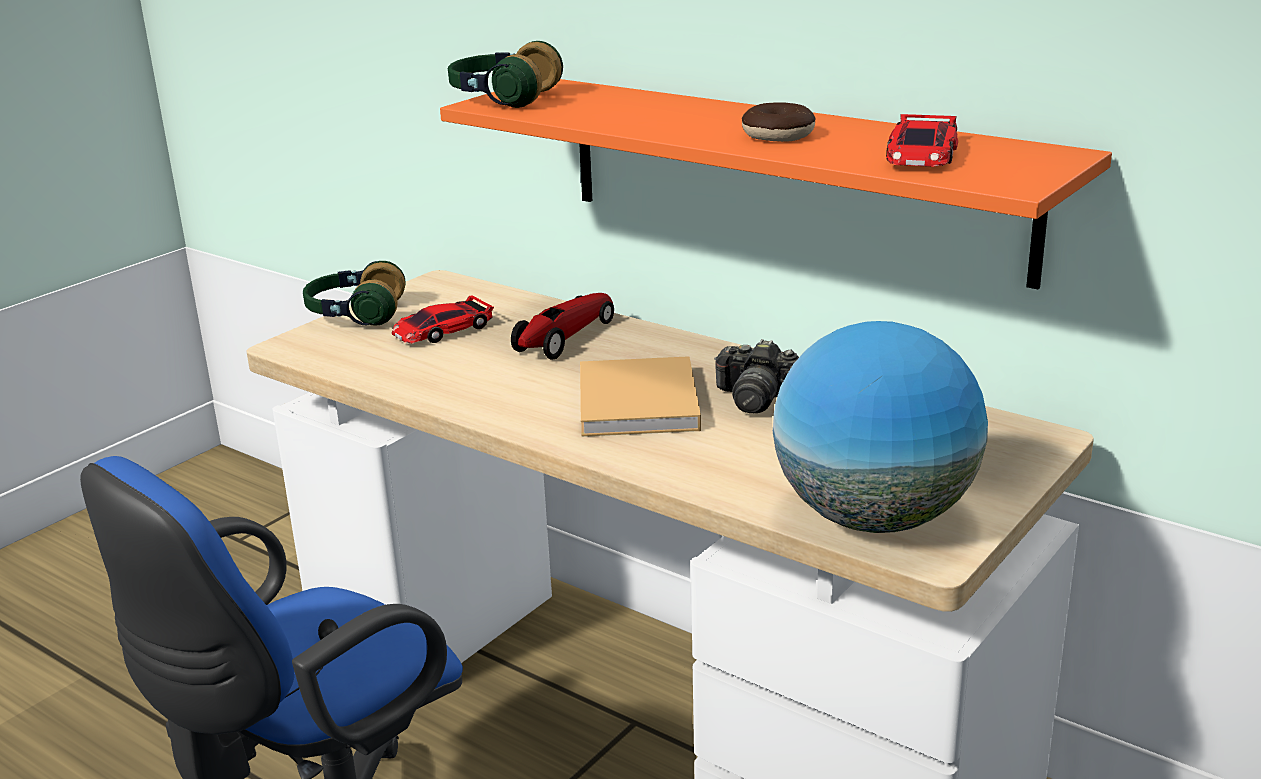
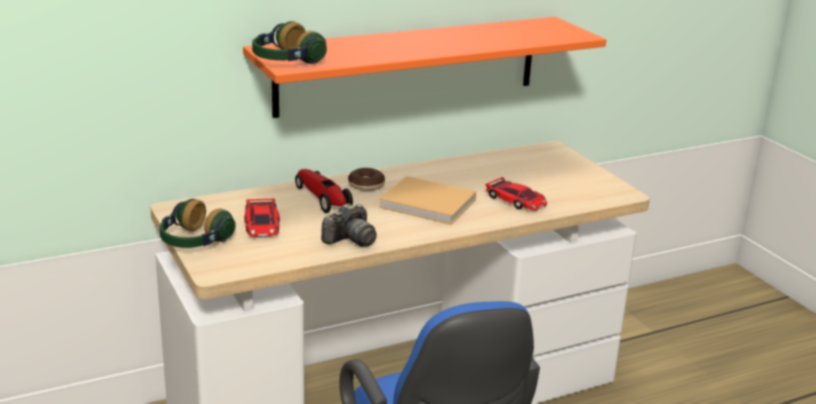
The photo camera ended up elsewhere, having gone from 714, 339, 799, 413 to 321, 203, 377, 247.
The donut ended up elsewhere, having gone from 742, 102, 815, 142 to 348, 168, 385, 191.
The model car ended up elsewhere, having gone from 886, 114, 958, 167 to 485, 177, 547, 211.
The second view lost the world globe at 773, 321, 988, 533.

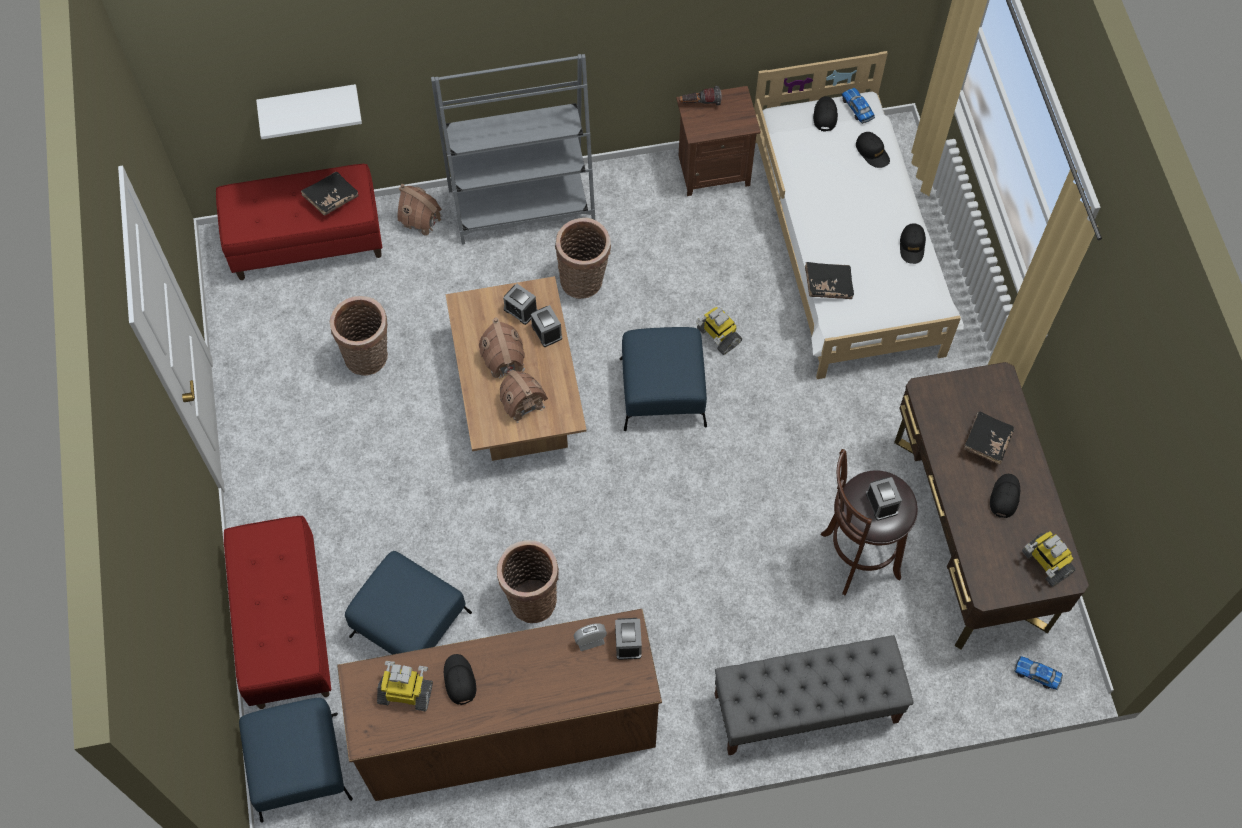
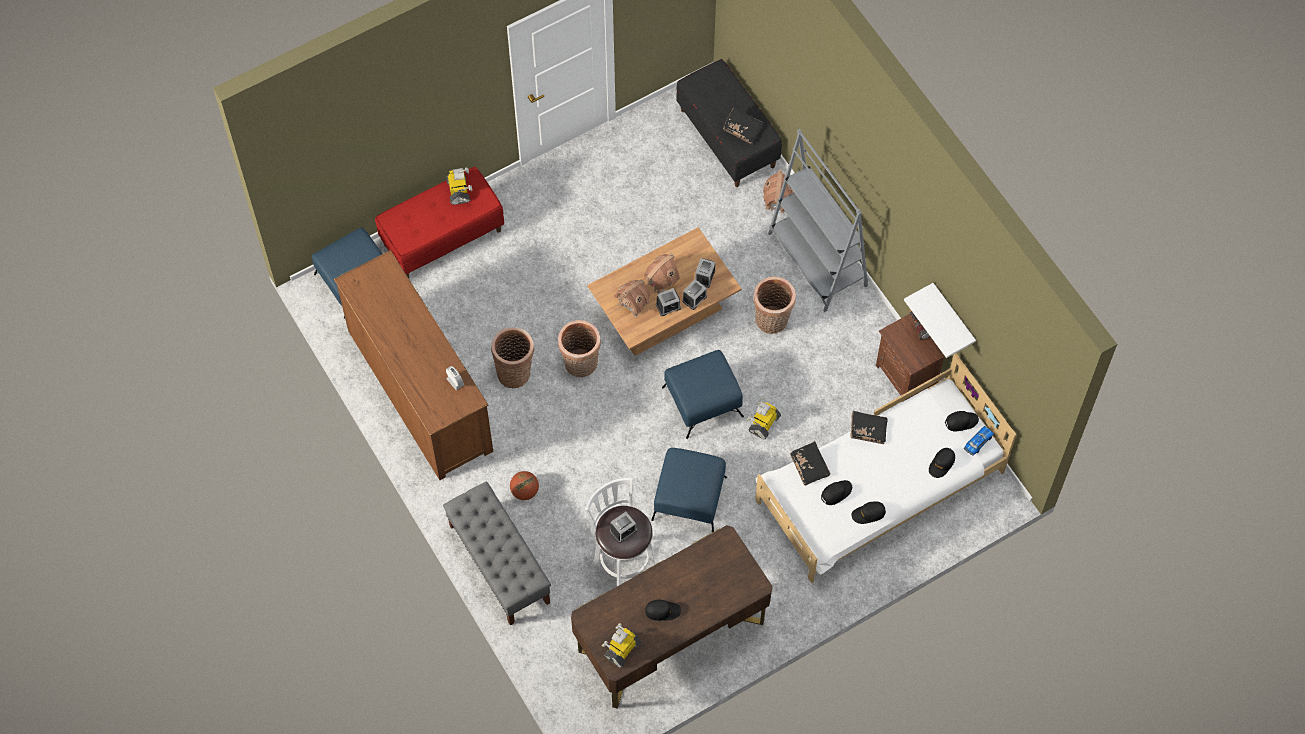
The toy robot ended up elsewhere, having gone from 377, 661, 433, 712 to 446, 167, 472, 205.
The second view gained the basketball at 510, 471, 539, 500.
The storage basket ended up elsewhere, having gone from 330, 296, 388, 376 to 558, 320, 601, 377.
What was the brown stool seat at 820, 449, 918, 596 turned into the whitish stool seat at 585, 478, 655, 586.
The blue footrest ended up elsewhere, having gone from 345, 551, 472, 655 to 651, 448, 727, 532.
The table clock ended up elsewhere, having gone from 615, 618, 642, 660 to 656, 288, 681, 316.
What was the reddish indoor bench at 216, 164, 382, 280 turned into the black indoor bench at 677, 59, 782, 187.
The black peaked cap ended up elsewhere, having gone from 444, 654, 476, 705 to 821, 480, 852, 505.
The black book ended up elsewhere, having gone from 964, 411, 1014, 465 to 850, 411, 888, 444.
The whitish bracket shelf ended up elsewhere, having gone from 256, 84, 362, 139 to 904, 283, 976, 358.
The second view lost the model car at 1014, 656, 1063, 690.

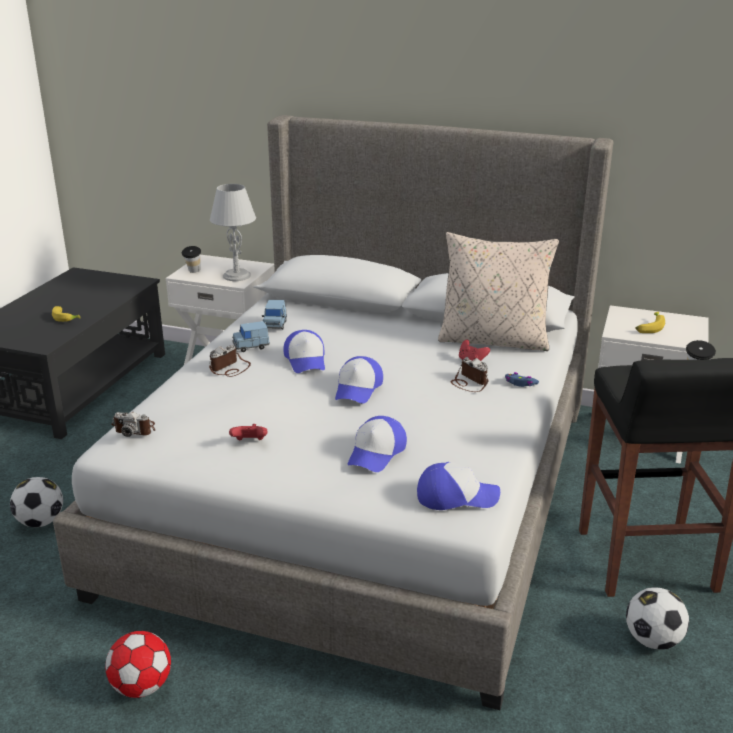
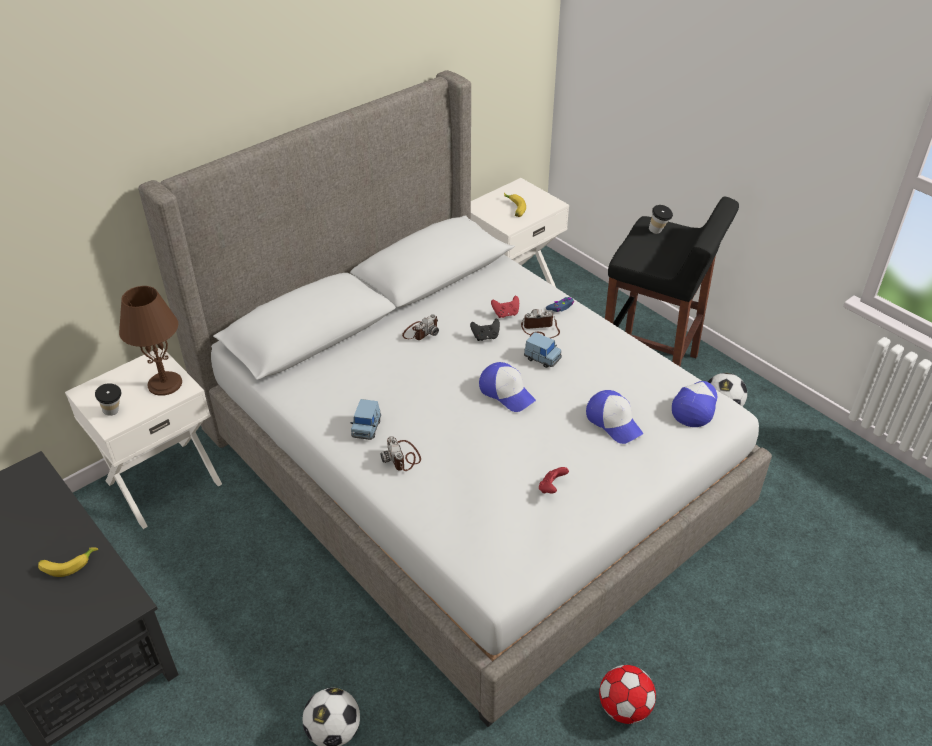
What was the grey lamp for a table at 210, 184, 256, 281 turned into the brown lamp for a table at 119, 286, 182, 396.
The photo camera ended up elsewhere, having gone from 111, 412, 155, 437 to 402, 314, 439, 340.
The second view gained the black joypad at 470, 319, 500, 341.
The blue model car ended up elsewhere, having gone from 262, 300, 287, 329 to 524, 332, 562, 368.
The second view lost the peaked cap at 283, 330, 325, 373.
The second view lost the sand-coloured cushion at 438, 232, 559, 351.

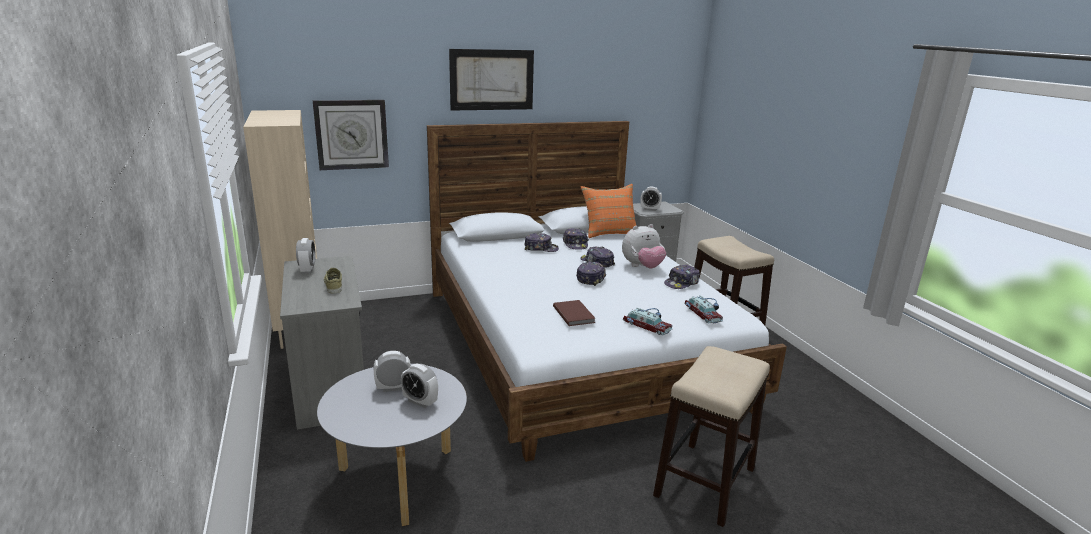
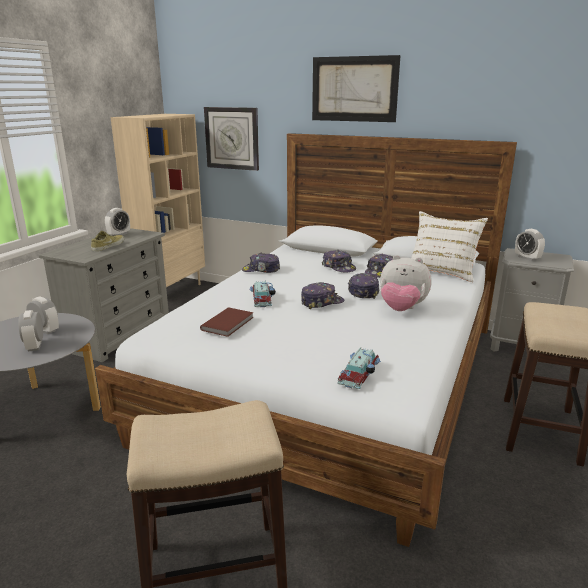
The peaked cap ended up elsewhere, having gone from 664, 265, 700, 289 to 242, 253, 280, 273.
The model car ended up elsewhere, having gone from 622, 308, 673, 335 to 250, 281, 276, 307.
What was the orange-coloured cushion at 581, 184, 636, 238 turned into the whitish cushion at 411, 211, 488, 282.

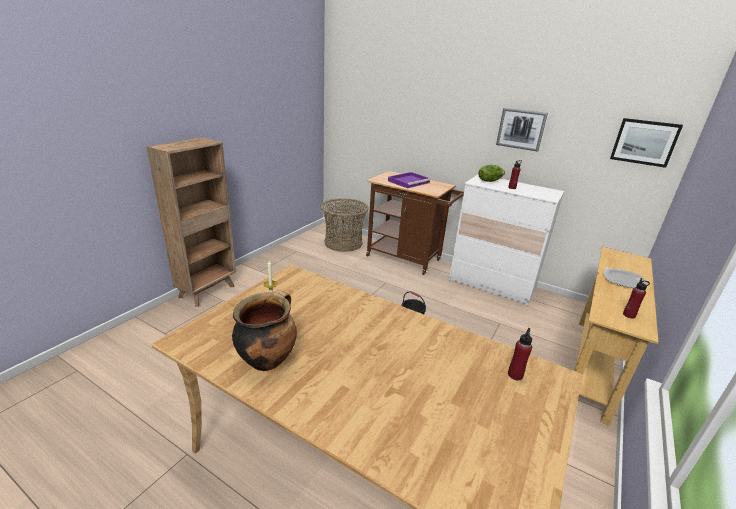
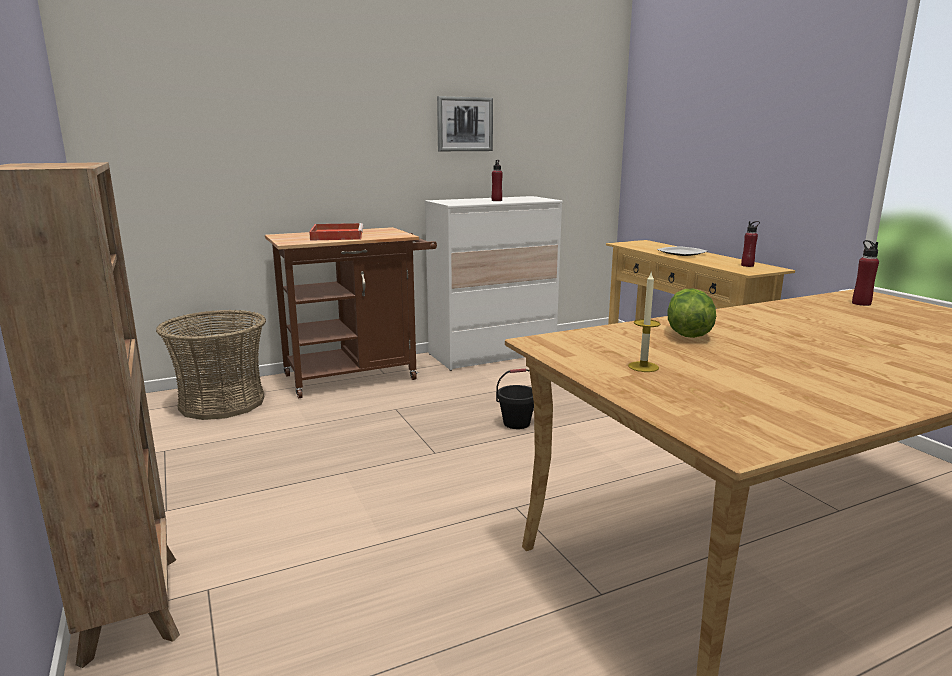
What was the purple carrying tray at 388, 172, 431, 188 turned into the reddish carrying tray at 309, 223, 363, 241.
The head of lettuce ended up elsewhere, having gone from 478, 165, 505, 182 to 668, 288, 716, 338.
The second view lost the cooking pot at 232, 290, 297, 371.
The second view lost the wall picture at 610, 118, 683, 168.

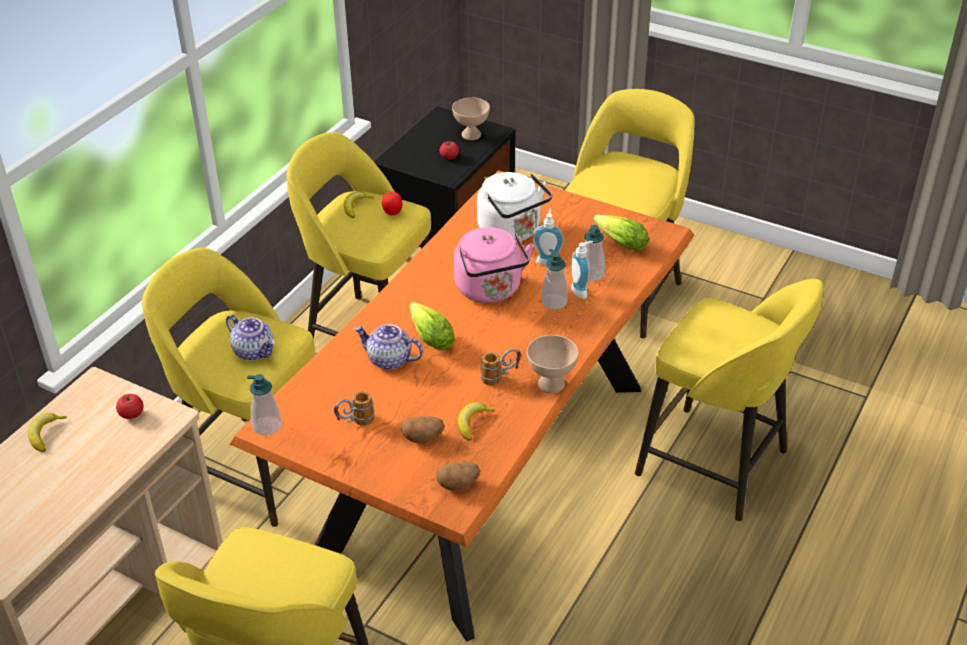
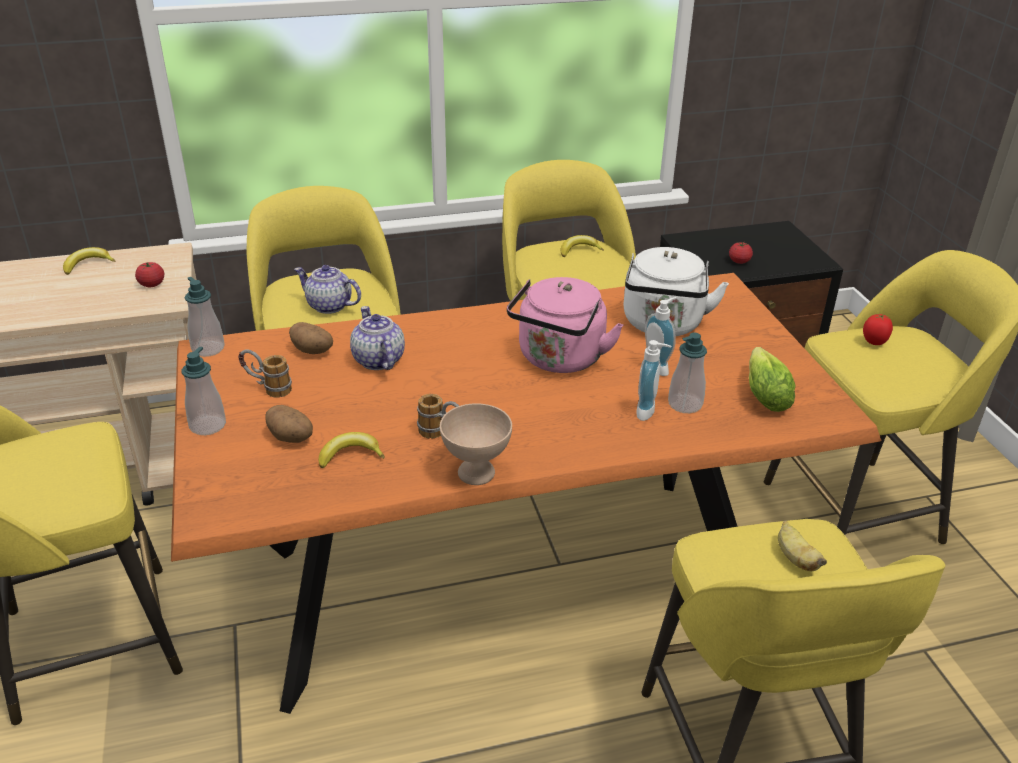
The liquid soap bottle ended up elsewhere, having gone from 542, 249, 568, 310 to 181, 347, 226, 435.
The whole potato ended up elsewhere, having gone from 436, 462, 481, 491 to 289, 322, 333, 354.
The teapot at 226, 315, 275, 361 ended up facing another way, 120 degrees clockwise from before.
The second view gained the banana fruit at 778, 521, 827, 571.
The tomato ended up elsewhere, having gone from 382, 191, 403, 215 to 863, 314, 893, 345.
The second view lost the head of lettuce at 410, 302, 455, 350.
The second view lost the sand-coloured deep dish at 452, 97, 490, 140.

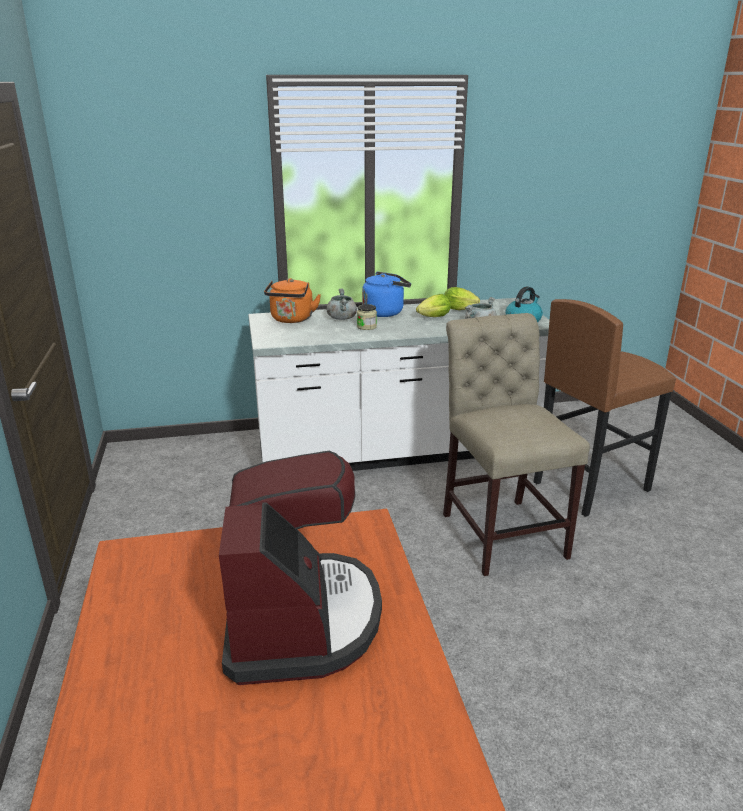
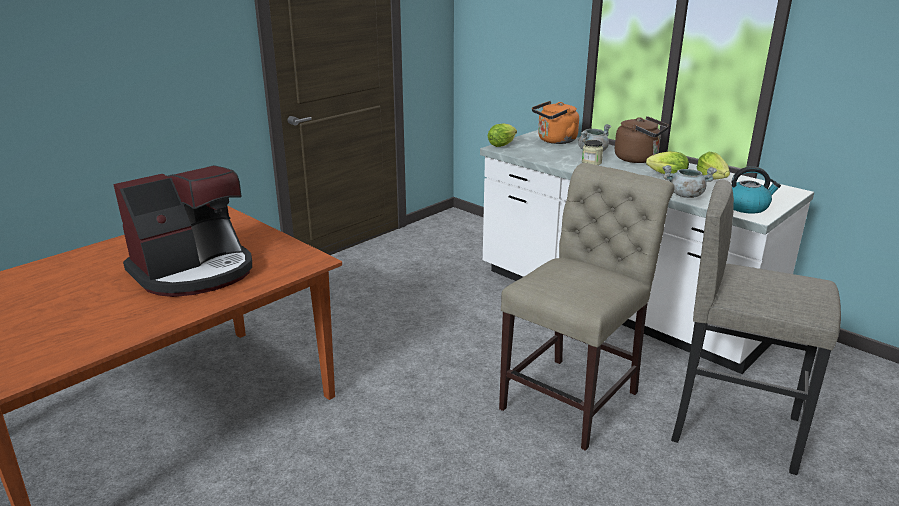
The second view gained the head of lettuce at 488, 123, 517, 147.
What was the blue water kettle at 362, 272, 411, 317 turned into the brown water kettle at 615, 116, 669, 163.
What was the brown stool seat at 533, 299, 676, 517 turned into the grey stool seat at 671, 180, 841, 475.

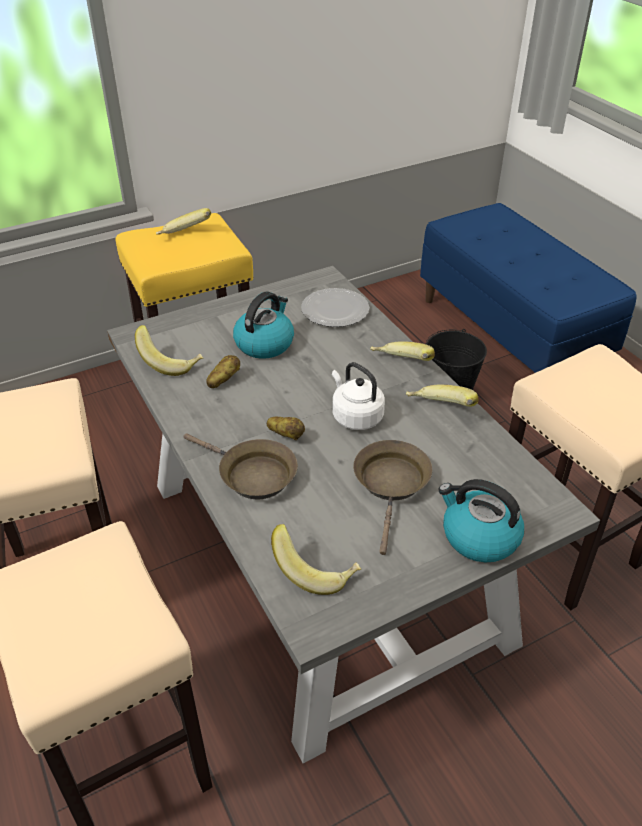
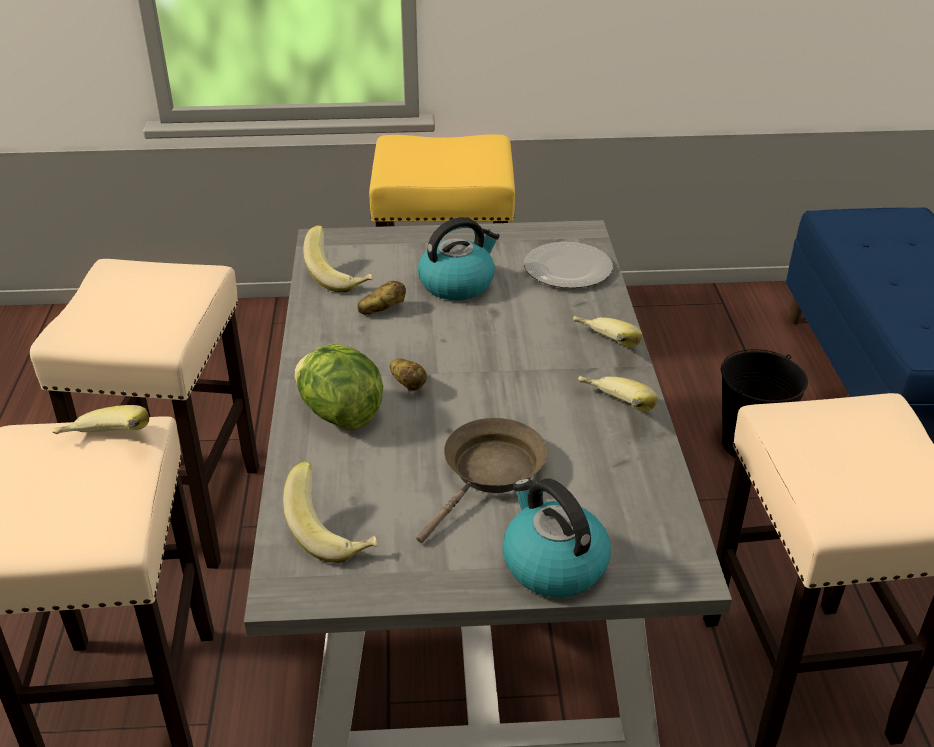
The banana fruit ended up elsewhere, having gone from 156, 208, 211, 235 to 52, 405, 149, 434.
Where the brown frying pan stood at 183, 433, 298, 499, the head of lettuce came to stand at 294, 344, 383, 430.
The second view lost the whitish water kettle at 332, 362, 385, 430.

